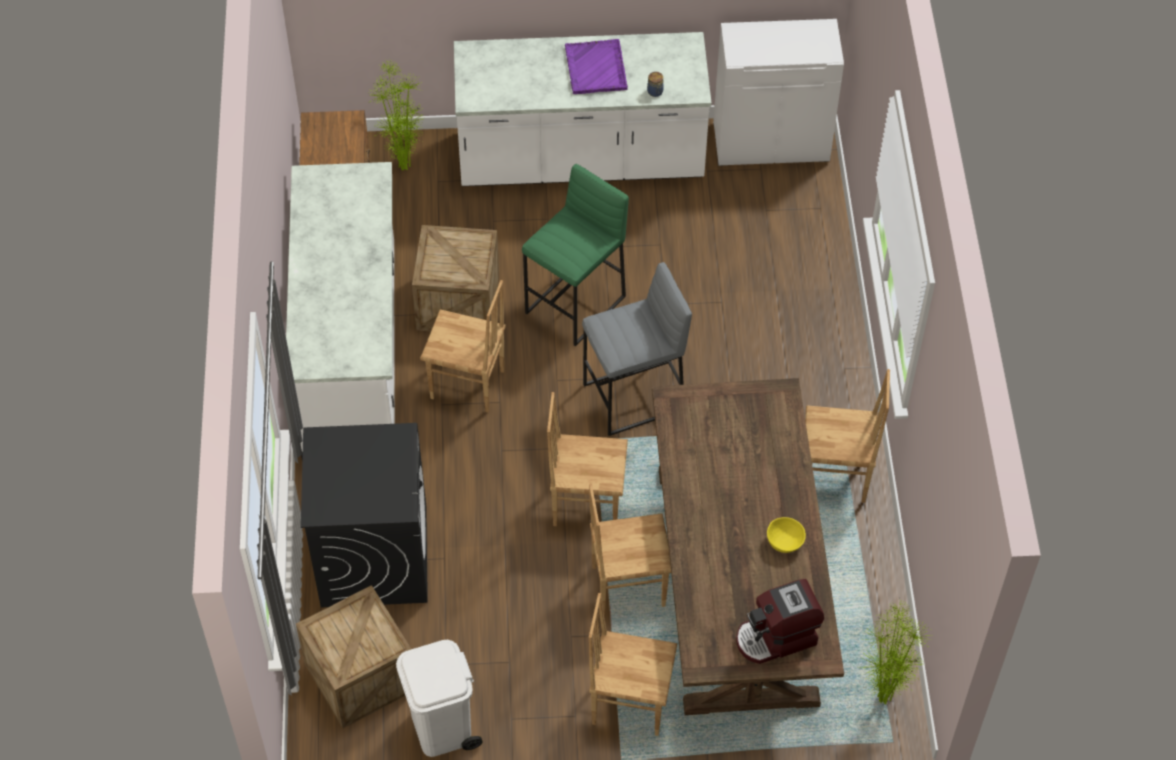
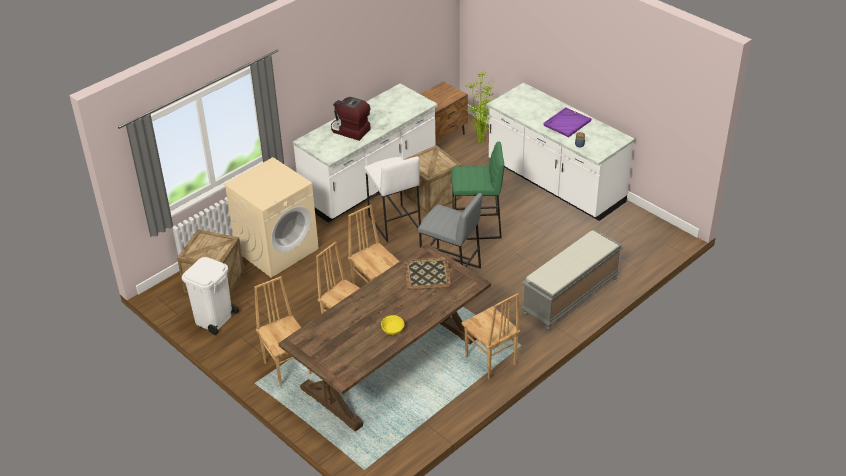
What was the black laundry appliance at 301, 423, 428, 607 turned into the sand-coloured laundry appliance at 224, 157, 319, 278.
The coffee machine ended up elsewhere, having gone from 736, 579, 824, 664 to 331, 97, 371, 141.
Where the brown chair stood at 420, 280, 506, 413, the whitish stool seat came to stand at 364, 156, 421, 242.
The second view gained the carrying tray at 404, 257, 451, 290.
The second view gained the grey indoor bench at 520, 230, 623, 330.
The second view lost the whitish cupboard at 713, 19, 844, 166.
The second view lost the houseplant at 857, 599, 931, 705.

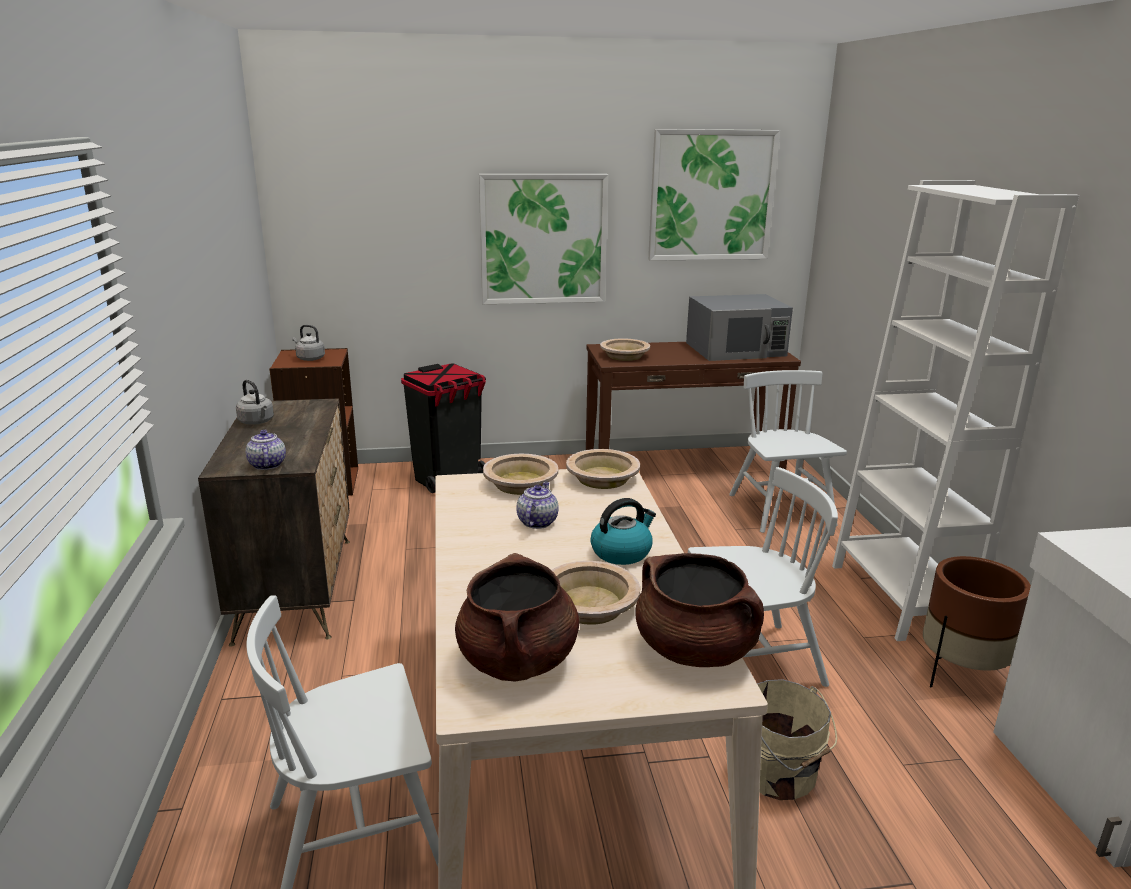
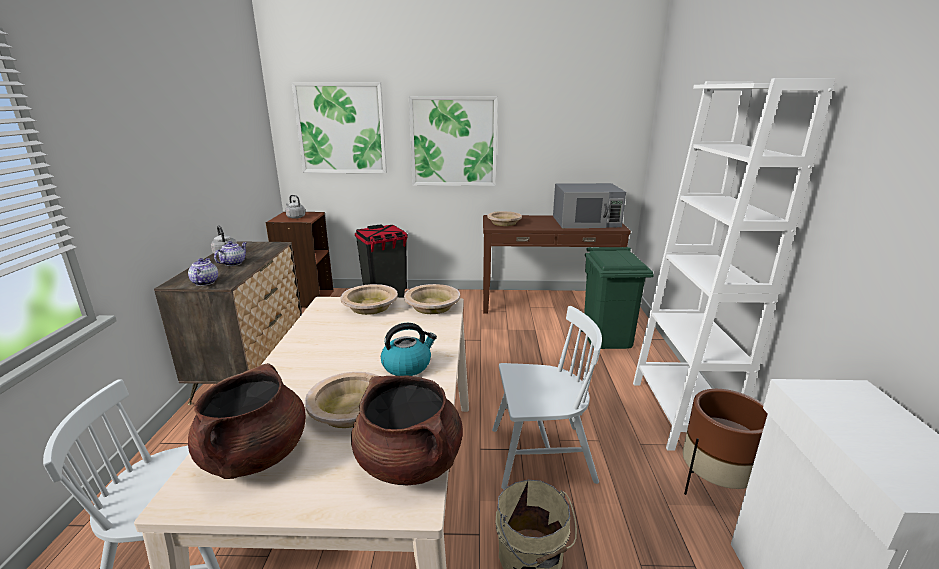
The teapot ended up elsewhere, having gone from 516, 481, 559, 529 to 214, 241, 247, 266.
The wall picture ended up elsewhere, having gone from 648, 129, 780, 261 to 291, 82, 387, 173.
Where the whitish chair stood at 729, 370, 847, 533, the green trash can came to stand at 581, 247, 654, 349.

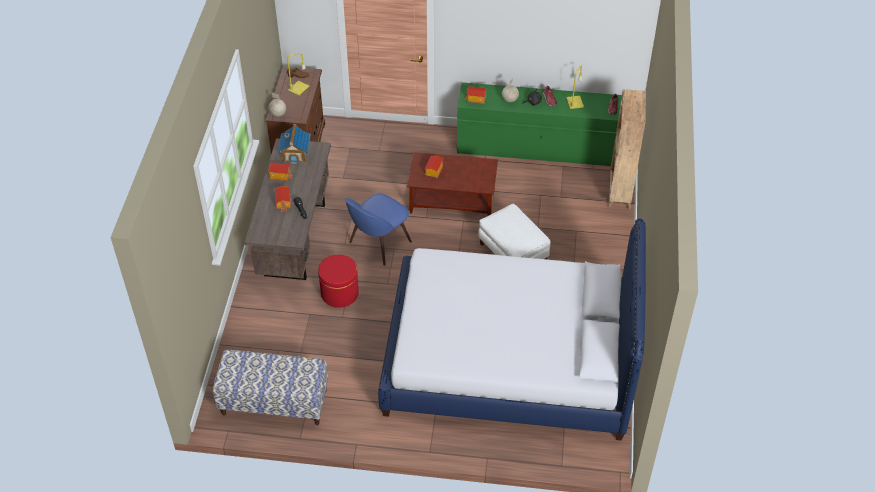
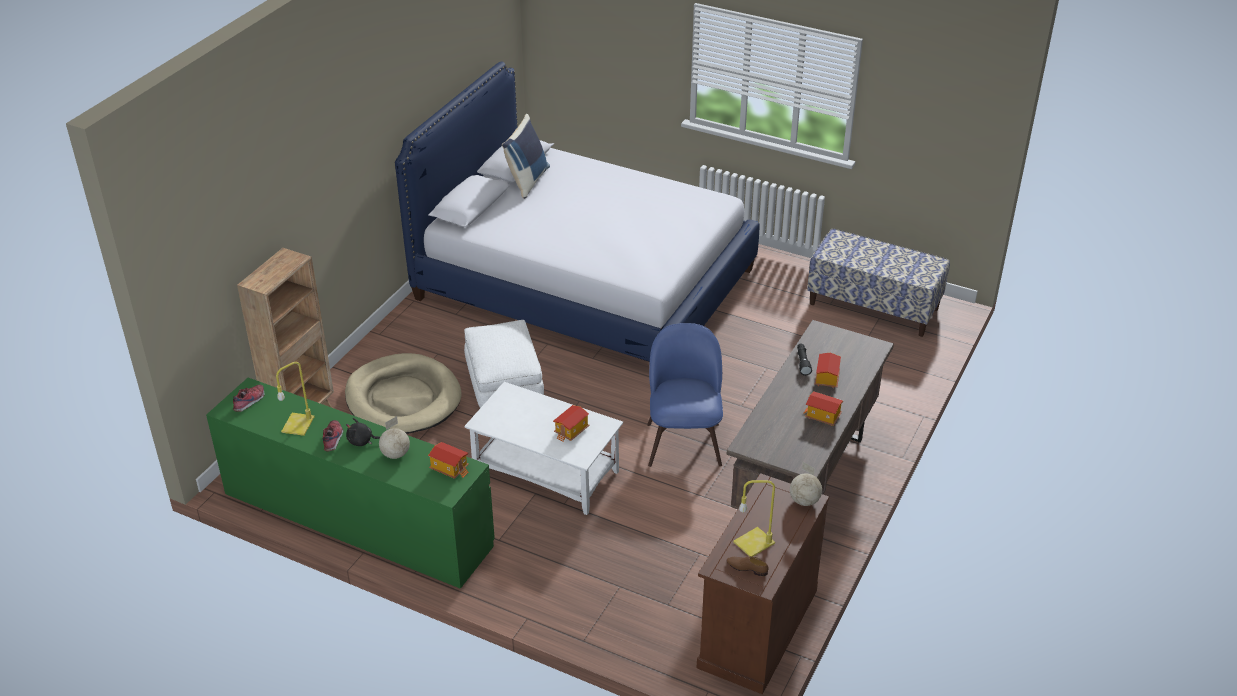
The second view gained the sand-coloured dog bed at 345, 353, 462, 434.
What was the brown coffee table at 407, 152, 498, 216 turned into the whitish coffee table at 464, 382, 623, 515.
The second view gained the blue cushion at 502, 114, 550, 199.
The blue chair at 345, 193, 412, 266 ended up facing another way, 60 degrees counterclockwise from before.
The second view lost the miniature house at 278, 124, 311, 165.
The second view lost the reddish footrest at 318, 255, 359, 308.

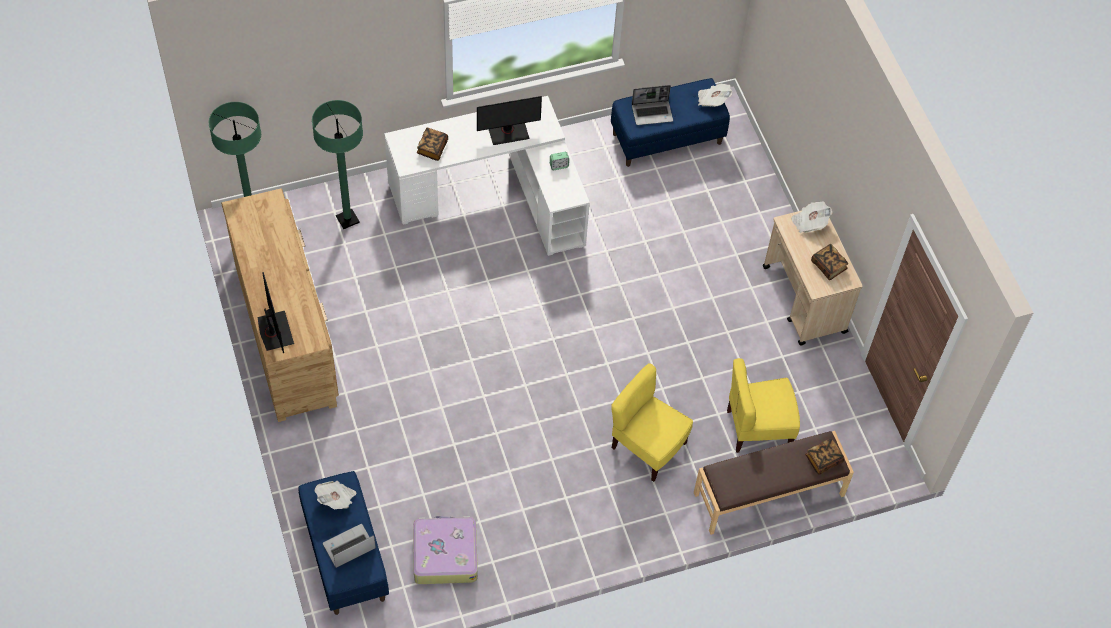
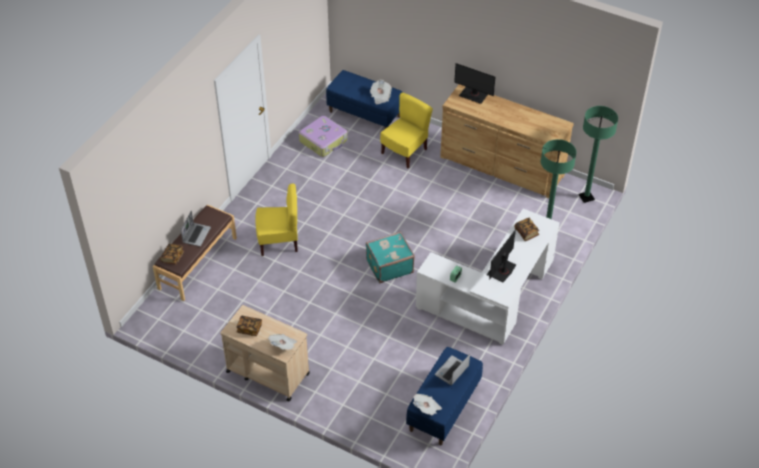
The portable computer ended up elsewhere, having gone from 323, 524, 376, 568 to 181, 211, 211, 247.
The second view gained the blue-green suitcase at 366, 231, 415, 283.
The yellow-coloured chair ended up elsewhere, having gone from 727, 358, 800, 453 to 380, 93, 433, 168.

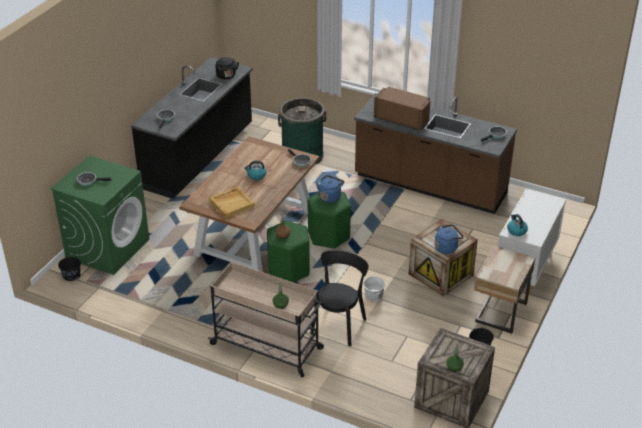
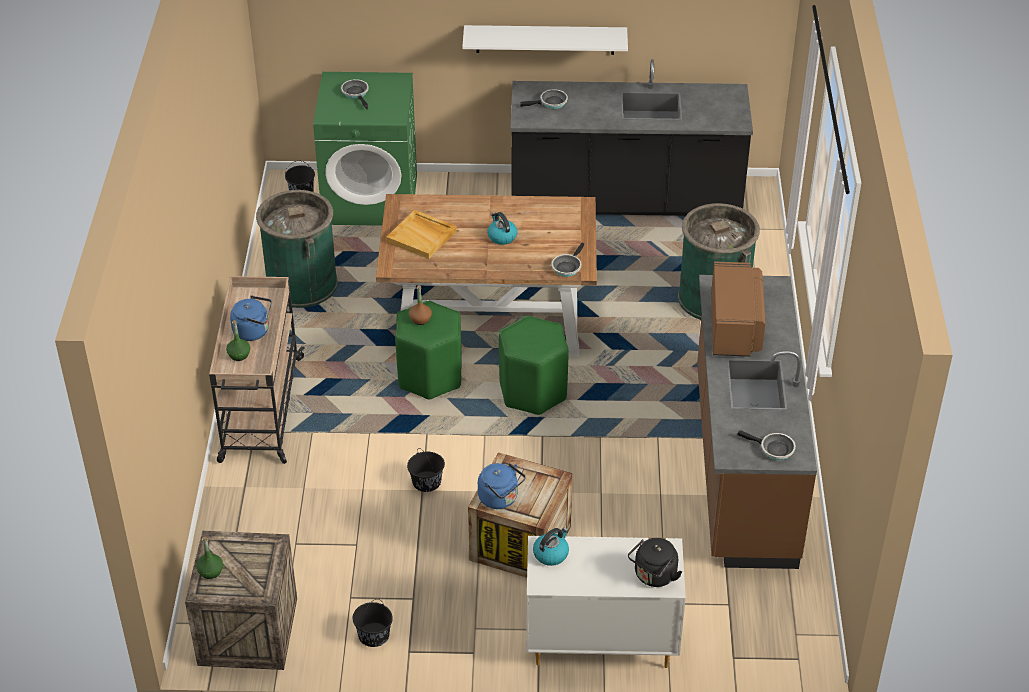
The blue water kettle ended up elsewhere, having gone from 316, 175, 344, 203 to 230, 295, 272, 341.
The second view gained the green trash can at 256, 190, 338, 308.
What was the whitish pail at 364, 275, 385, 301 turned into the black pail at 407, 448, 445, 492.
The second view gained the whitish bracket shelf at 462, 25, 628, 55.
The black water kettle ended up elsewhere, having gone from 216, 57, 239, 79 to 628, 538, 682, 587.
The second view lost the black chair at 310, 250, 369, 346.
The second view lost the sand-coloured nightstand at 474, 245, 536, 334.

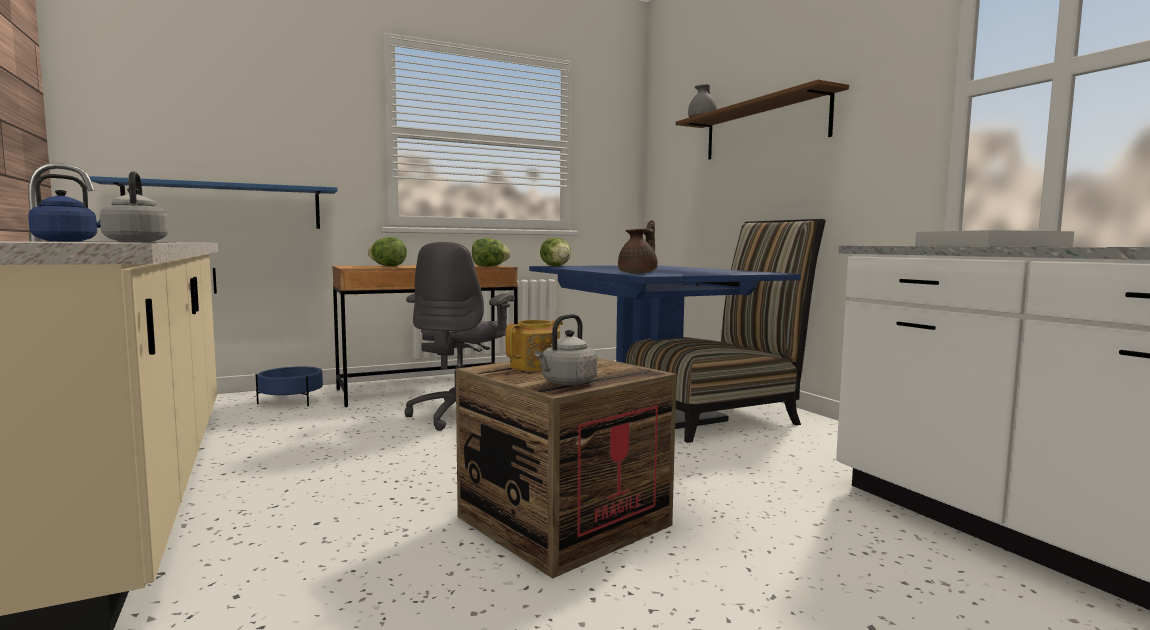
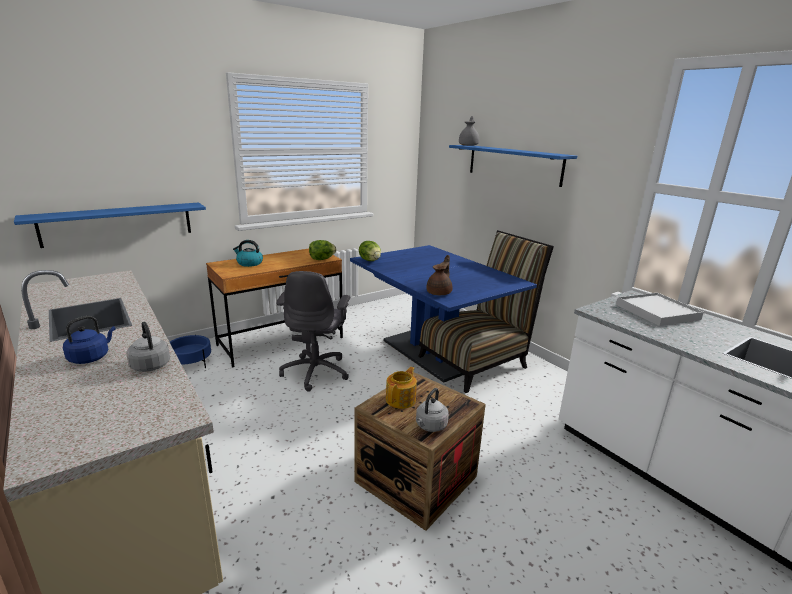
Where the head of lettuce stood at 368, 237, 407, 266, the water kettle came to stand at 233, 240, 263, 267.
What was the brown bracket shelf at 676, 79, 849, 160 turned into the blue bracket shelf at 449, 145, 577, 187.

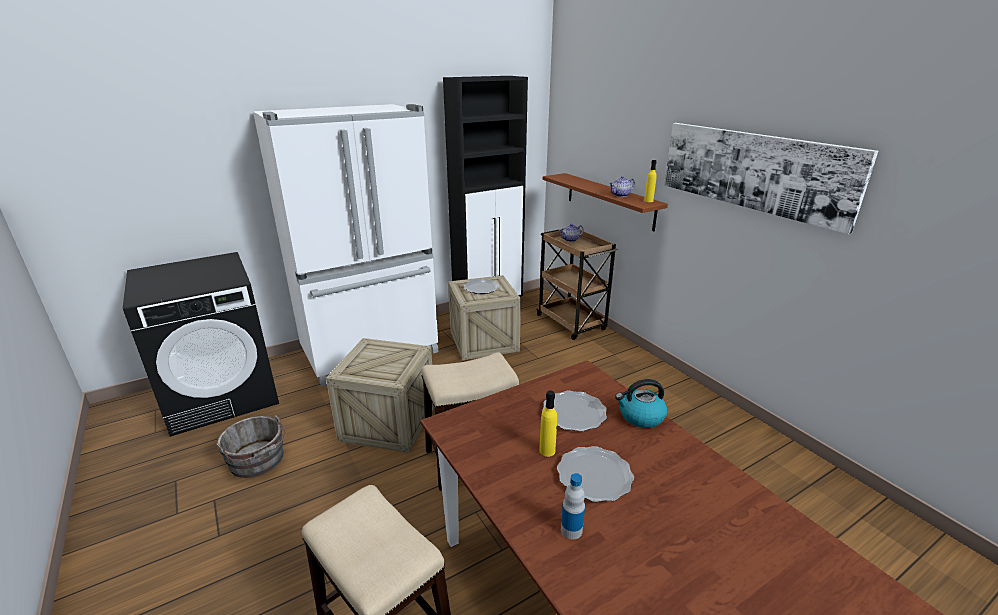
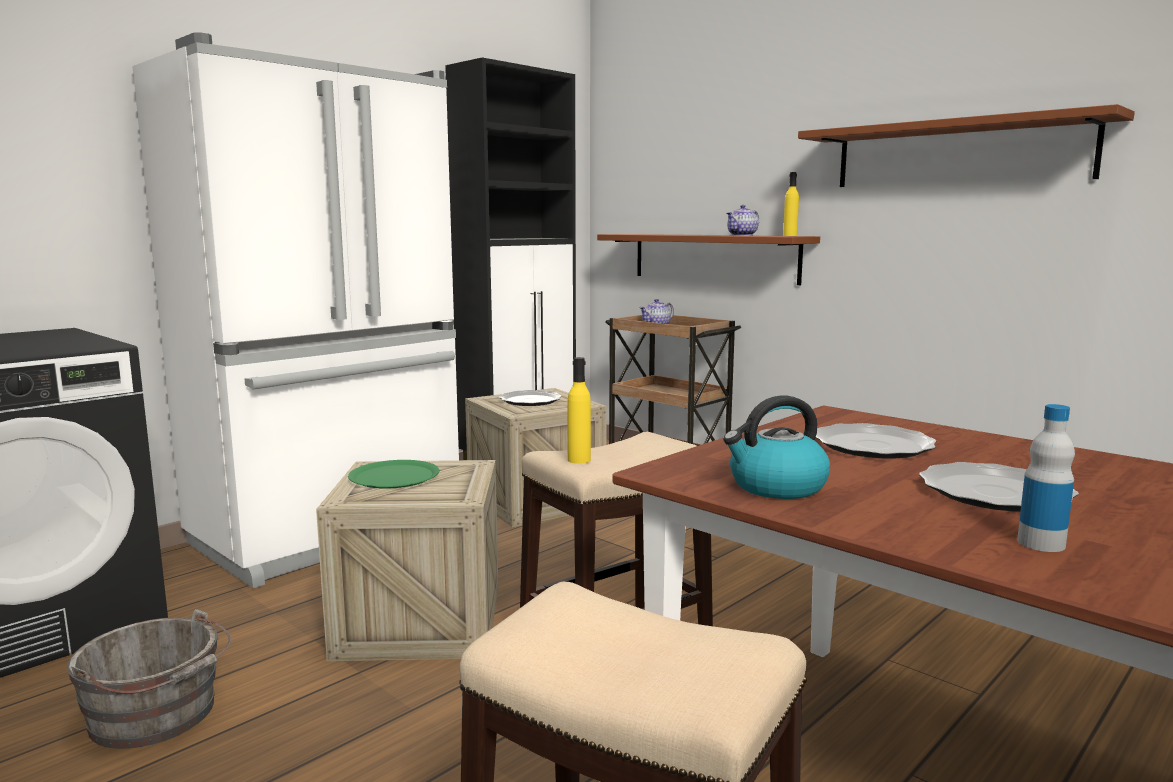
The second view gained the green dinner plate at 348, 460, 439, 489.
The yellow-coloured drink bottle ended up elsewhere, having gone from 539, 390, 557, 457 to 567, 357, 591, 464.
The water kettle ended up elsewhere, having gone from 615, 379, 667, 428 to 723, 396, 830, 499.
Where the wall picture hung at 664, 123, 878, 234, the brown bracket shelf came to hang at 798, 104, 1135, 187.

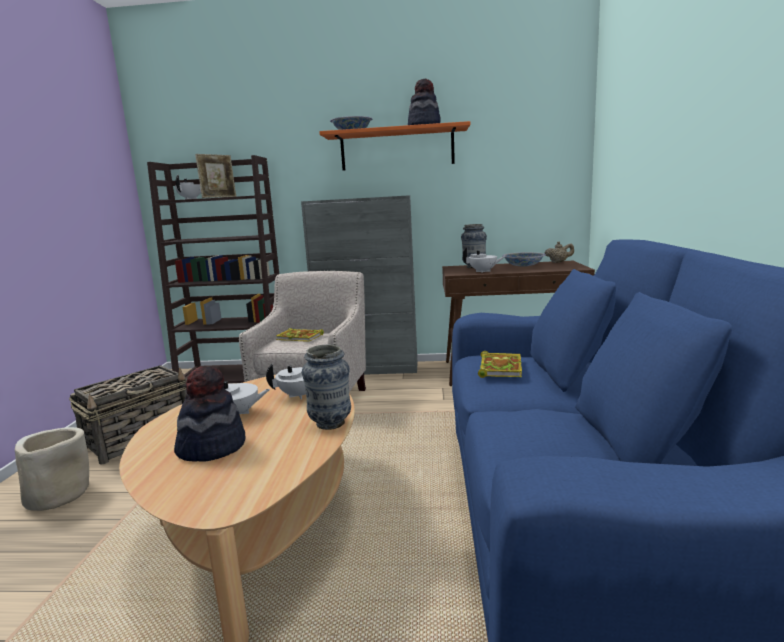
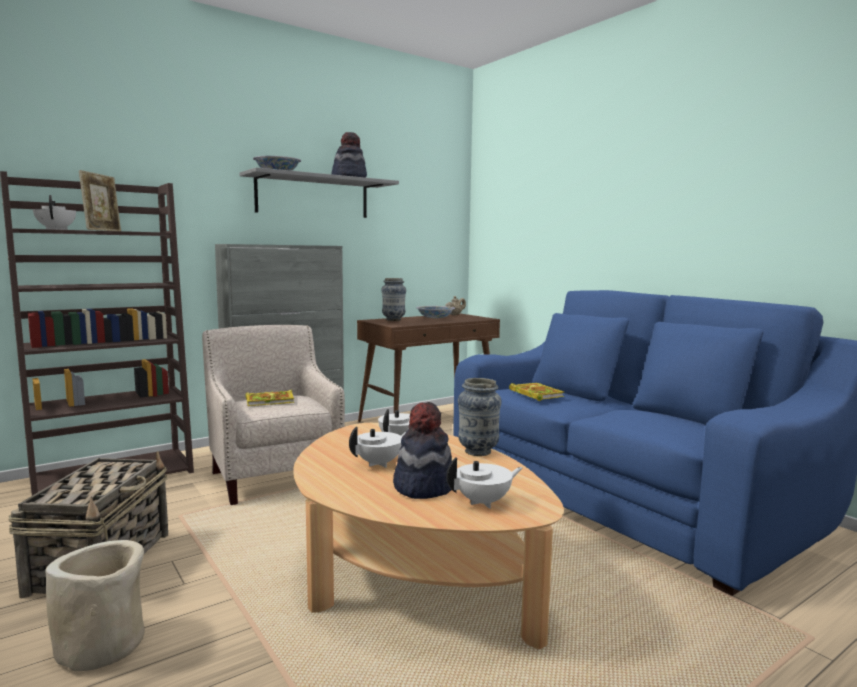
What was the orange-coloured bracket shelf at 319, 121, 470, 170 turned into the grey bracket shelf at 240, 167, 399, 218.
The whitish teapot ended up elsewhere, having gone from 463, 248, 506, 273 to 446, 457, 522, 509.

